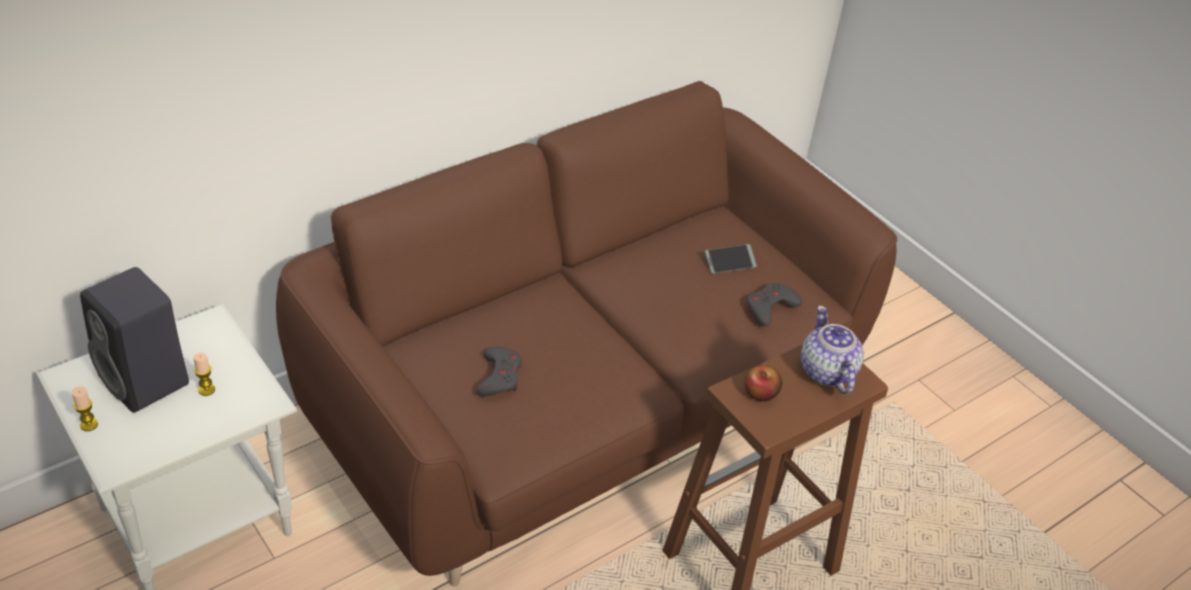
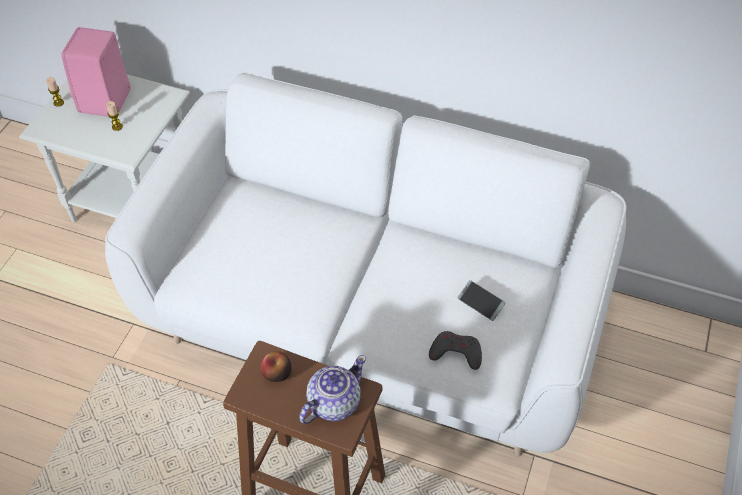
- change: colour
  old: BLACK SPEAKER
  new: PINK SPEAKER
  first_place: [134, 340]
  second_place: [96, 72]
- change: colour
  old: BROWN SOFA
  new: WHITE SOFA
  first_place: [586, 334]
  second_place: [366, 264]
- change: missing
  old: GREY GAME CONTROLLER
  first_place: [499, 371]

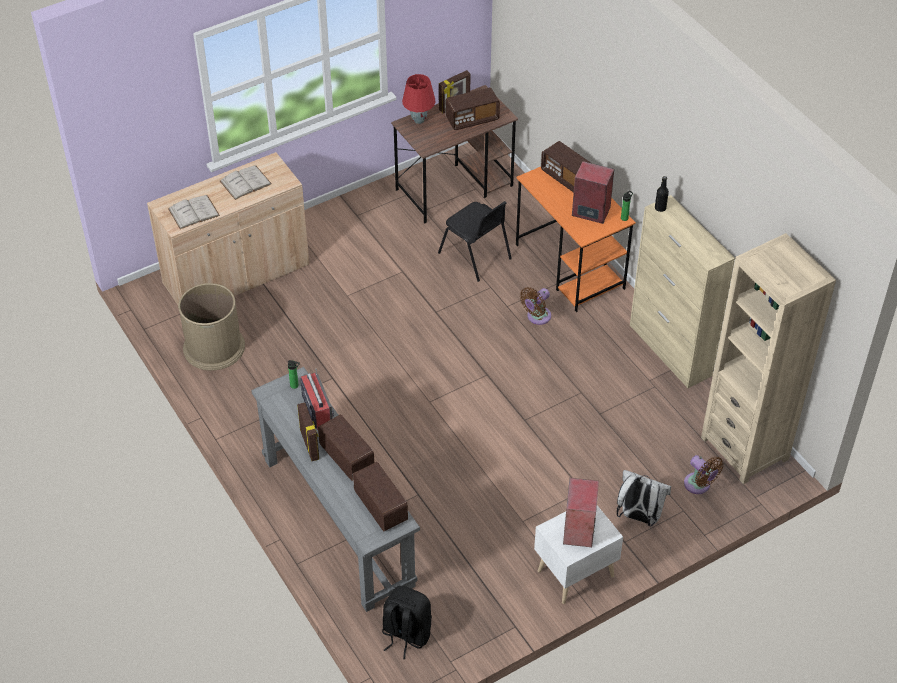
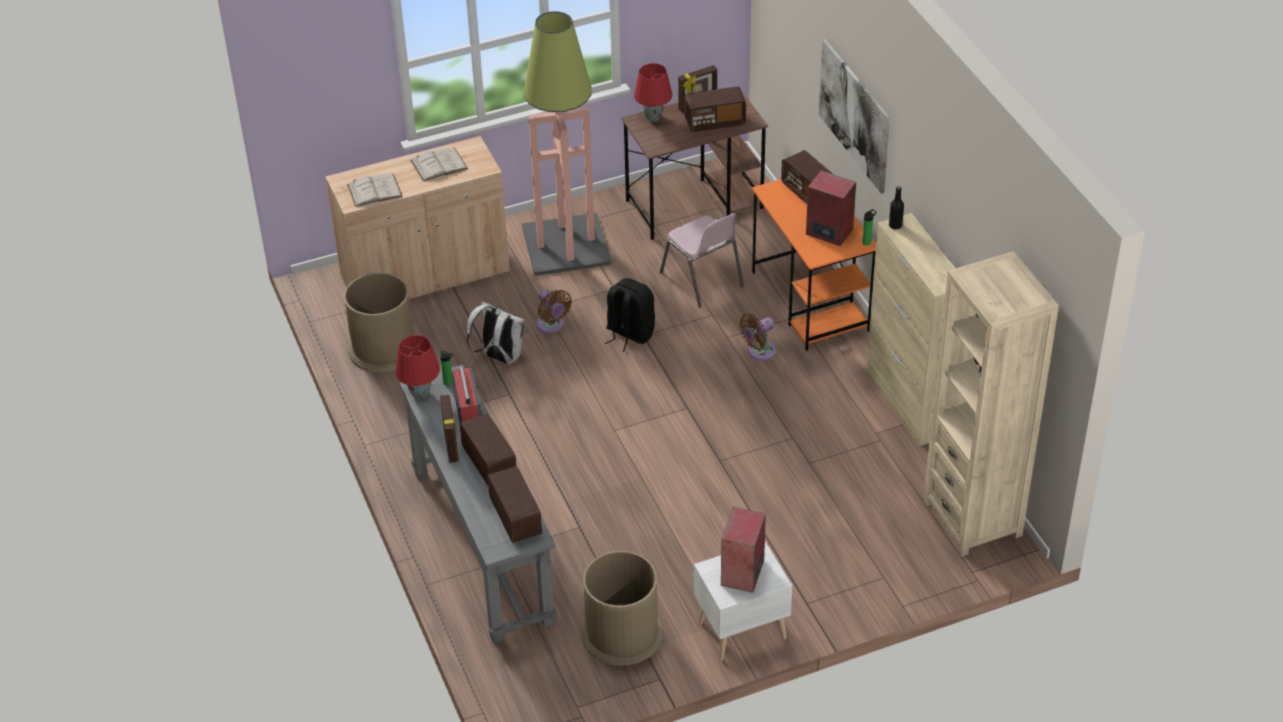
- change: relocated
  old: BLACK BACKPACK
  first_place: [407, 622]
  second_place: [630, 315]
- change: colour
  old: BLACK CHAIR
  new: PINK CHAIR
  first_place: [475, 241]
  second_place: [702, 260]
- change: relocated
  old: WHITE BACKPACK
  first_place: [644, 498]
  second_place: [496, 333]
- change: relocated
  old: BROWN FAN
  first_place: [703, 474]
  second_place: [554, 311]
- change: appeared
  new: RED TABLE LAMP
  second_place: [417, 367]
- change: appeared
  new: FLOOR LAMP
  second_place: [566, 143]
- change: appeared
  new: BROWN TRASH CAN
  second_place: [622, 608]
- change: appeared
  new: PICTURE
  second_place: [854, 116]

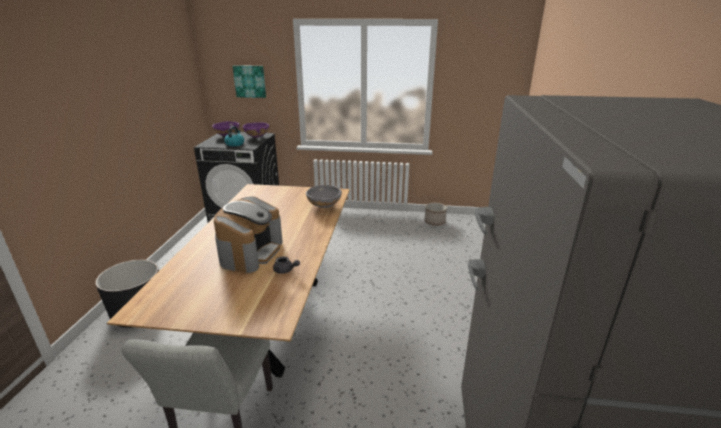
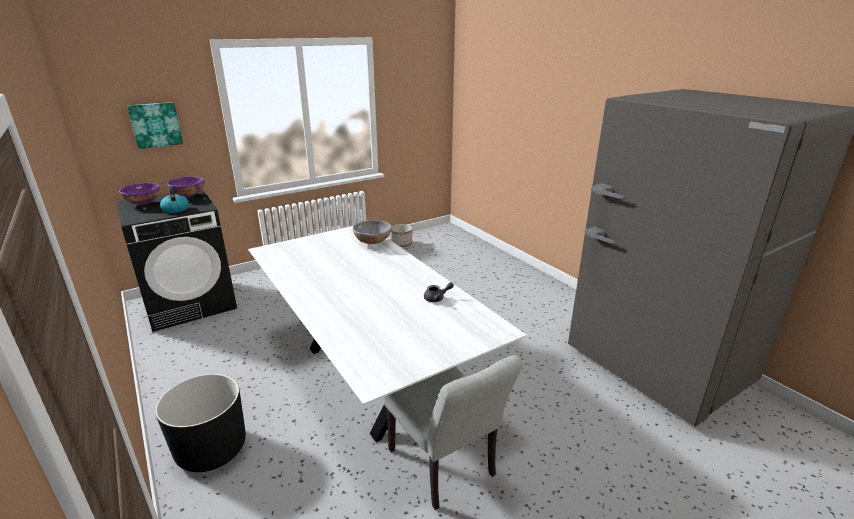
- change: colour
  old: BROWN DINING TABLE
  new: WHITE DINING TABLE
  first_place: [228, 280]
  second_place: [387, 334]
- change: missing
  old: COFFEE MACHINE
  first_place: [248, 235]

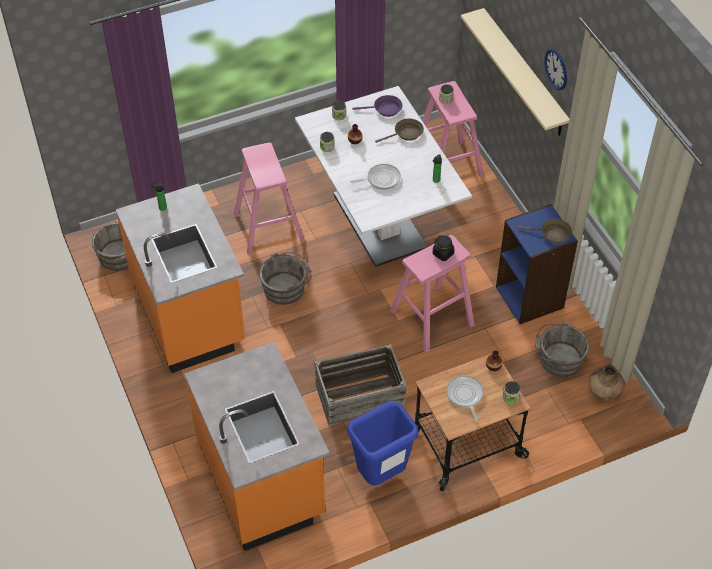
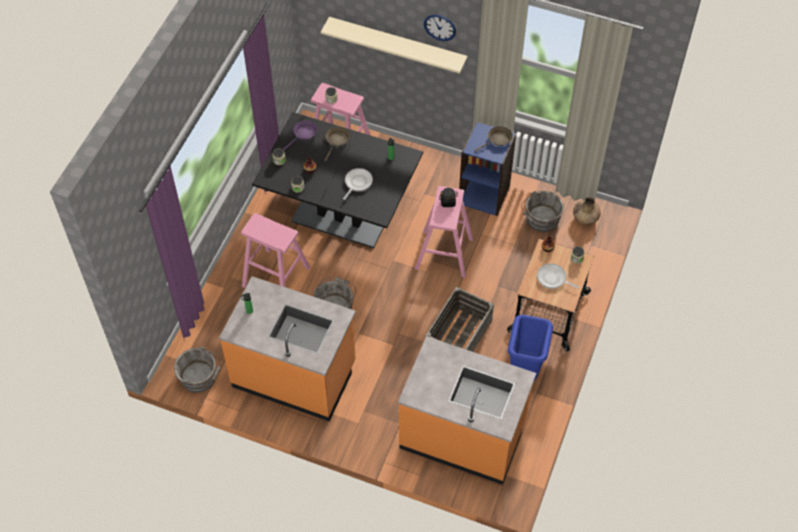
- change: colour
  old: WHITE DINING TABLE
  new: BLACK DINING TABLE
  first_place: [383, 176]
  second_place: [337, 180]

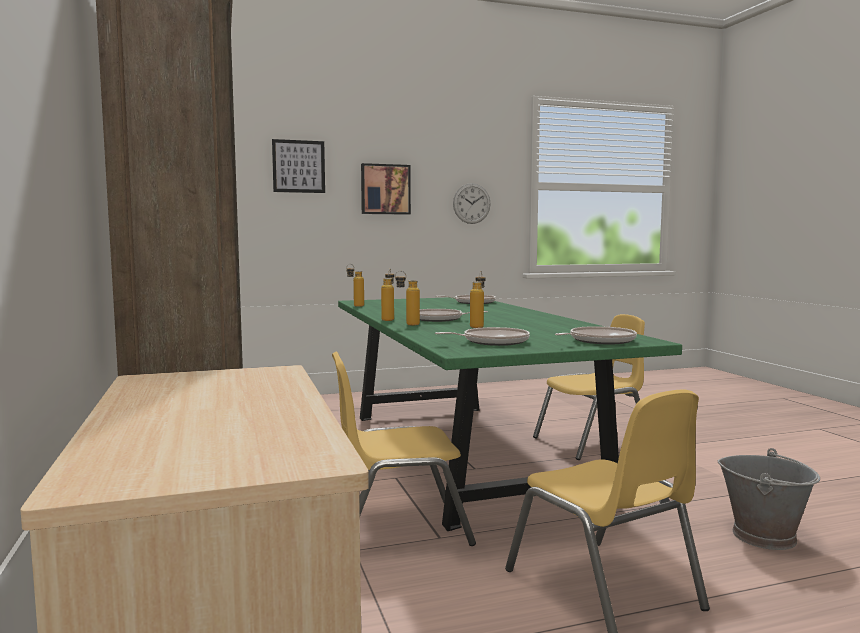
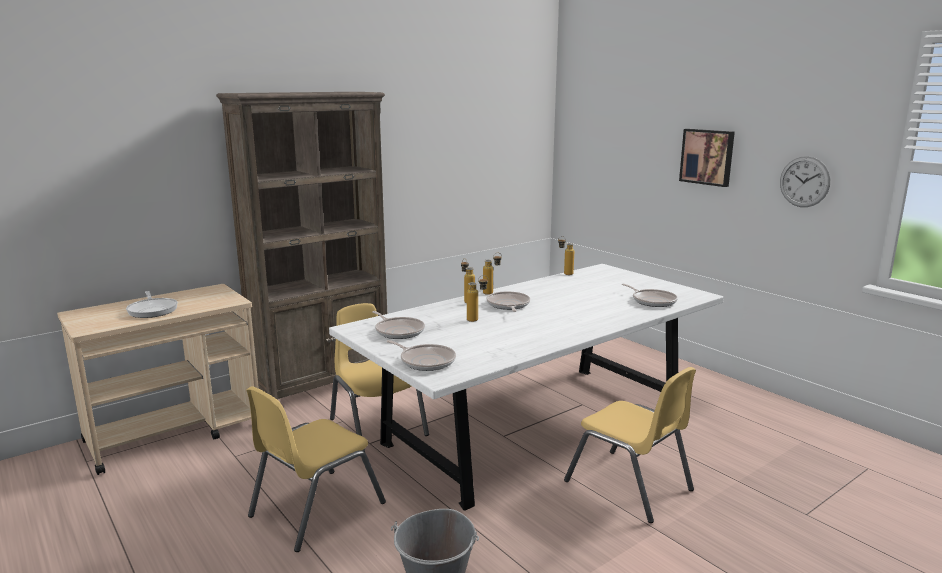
- change: missing
  old: PICTURE
  first_place: [298, 166]
- change: colour
  old: GREEN DINING TABLE
  new: WHITE DINING TABLE
  first_place: [510, 414]
  second_place: [526, 387]
- change: appeared
  new: FRYING PAN
  second_place: [152, 304]

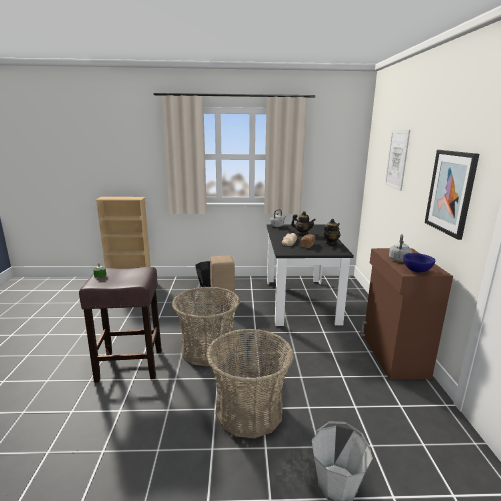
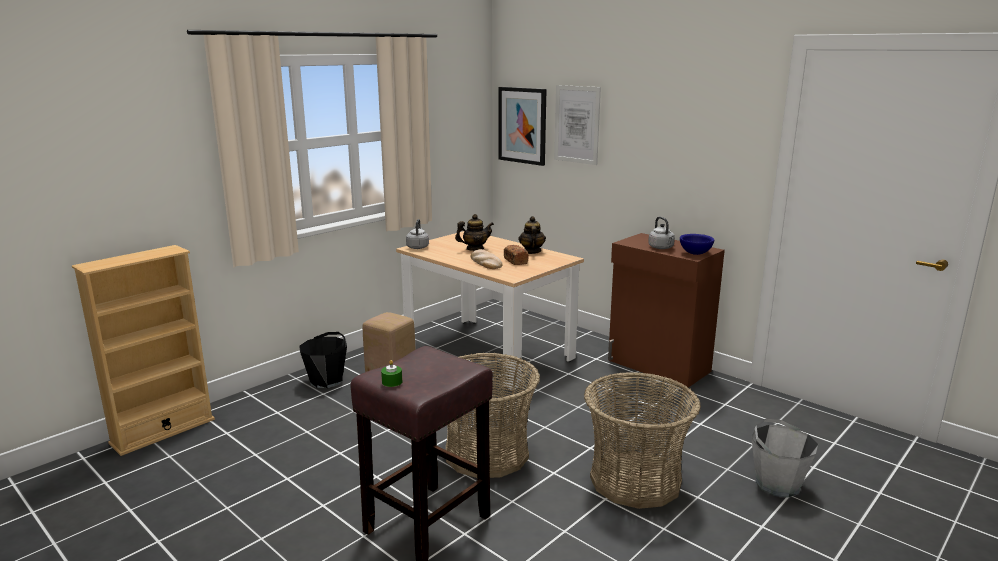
- change: colour
  old: BLACK DINING TABLE
  new: BEIGE DINING TABLE
  first_place: [310, 275]
  second_place: [490, 310]
- change: relocated
  old: PICTURE
  first_place: [452, 195]
  second_place: [522, 126]

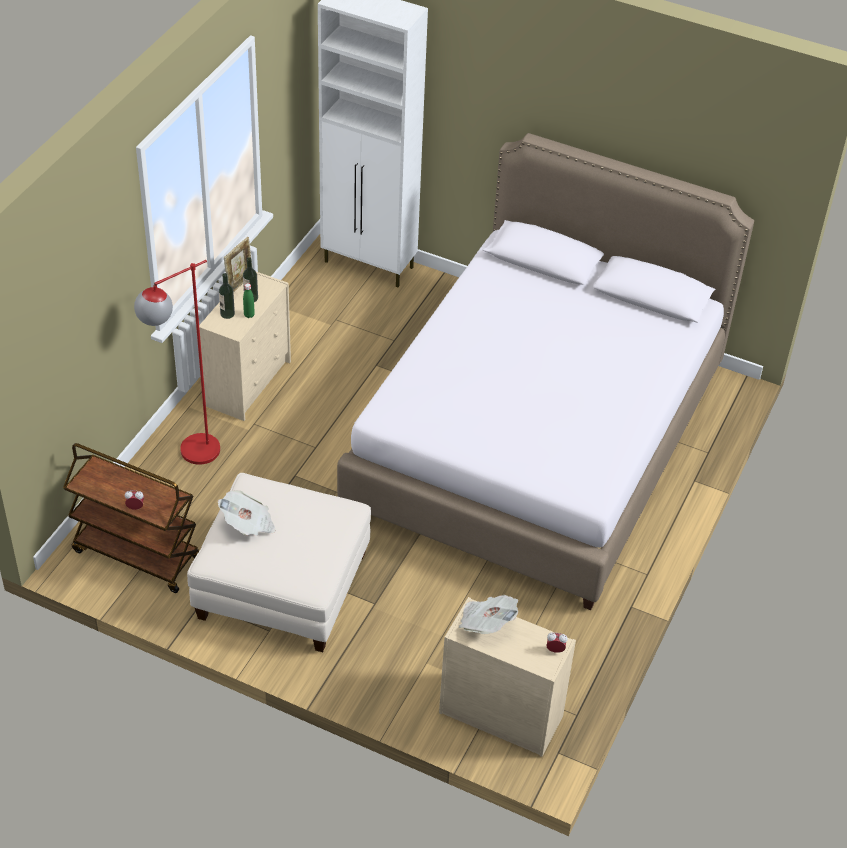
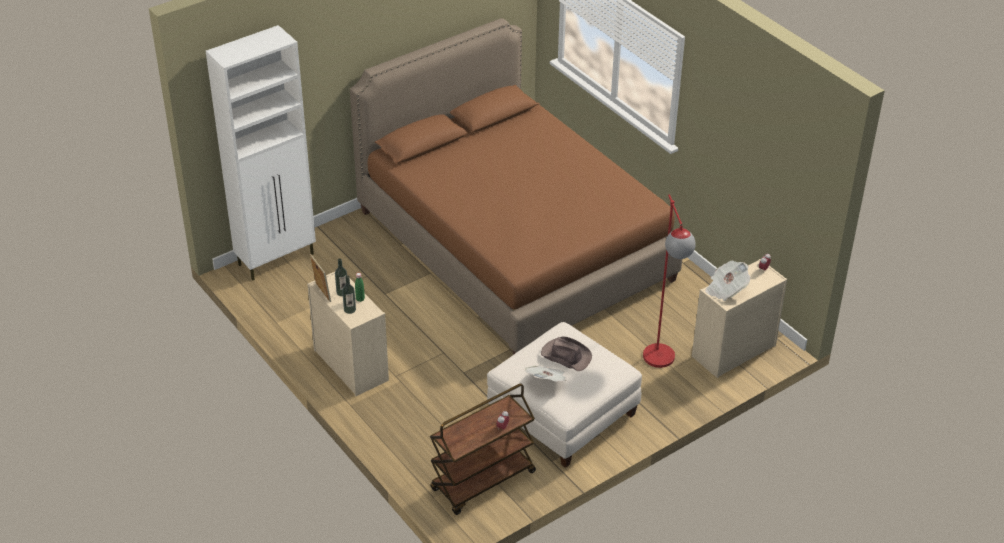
- change: relocated
  old: RED FLOOR LAMP
  first_place: [177, 362]
  second_place: [669, 281]
- change: colour
  old: WHITE BED
  new: BROWN BED
  first_place: [545, 371]
  second_place: [516, 186]
- change: appeared
  new: BROWN HAT
  second_place: [566, 354]

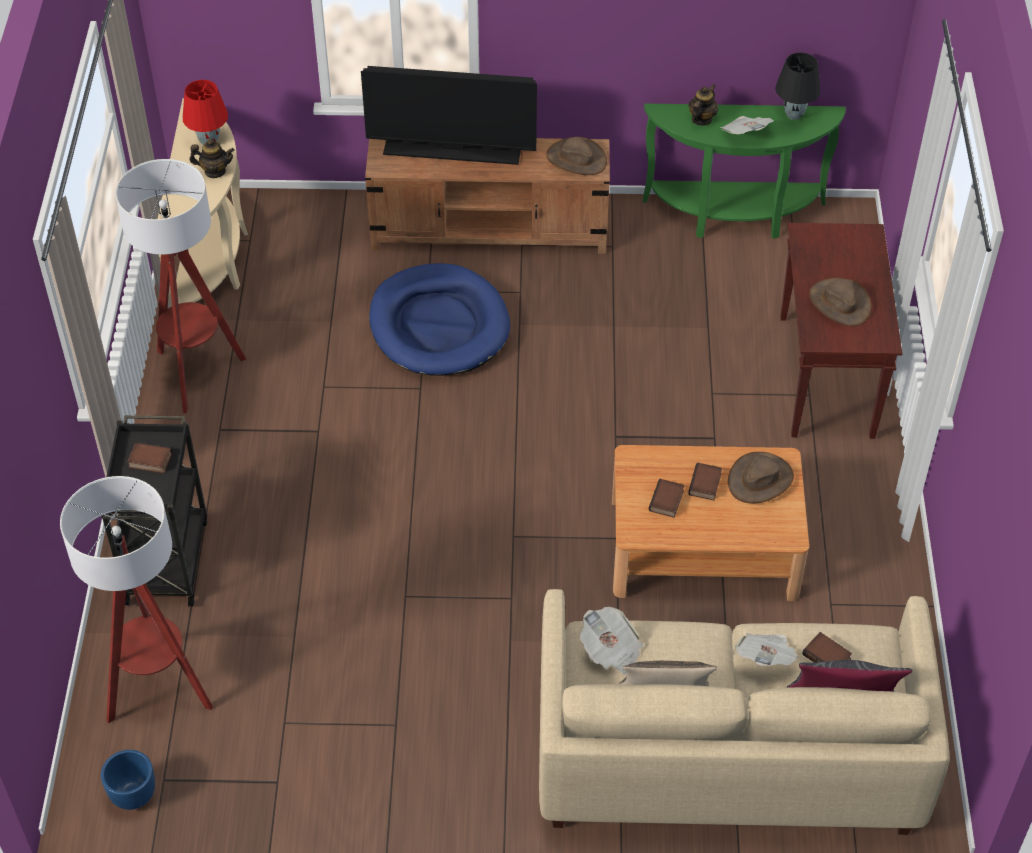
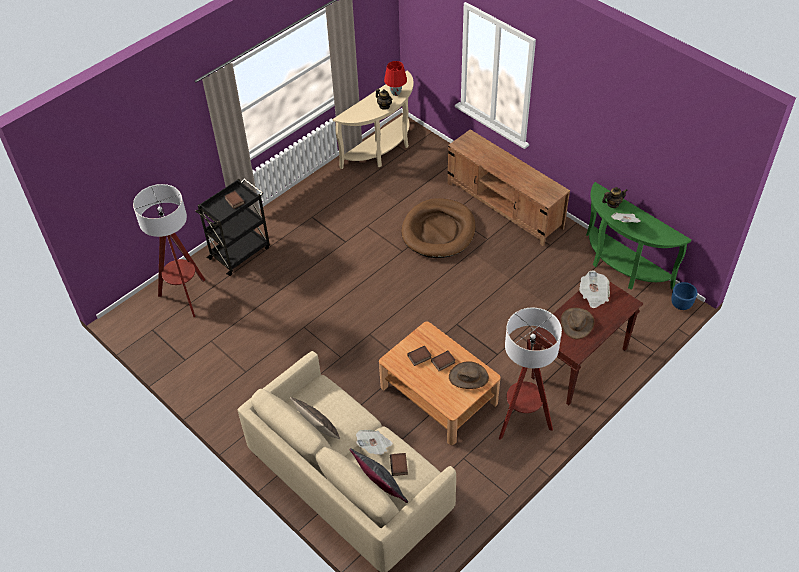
- change: relocated
  old: BLUE PLANTER
  first_place: [128, 780]
  second_place: [684, 296]
- change: relocated
  old: FLOOR LAMP
  first_place: [180, 286]
  second_place: [530, 373]
- change: missing
  old: TELEVISION
  first_place: [449, 115]
- change: colour
  old: BLUE DOG BED
  new: BROWN DOG BED
  first_place: [439, 319]
  second_place: [438, 228]
- change: missing
  old: BROWN HAT
  first_place: [576, 156]
- change: relocated
  old: NEWSPAPER
  first_place: [611, 641]
  second_place: [594, 289]
- change: missing
  old: BLACK TABLE LAMP
  first_place: [798, 86]

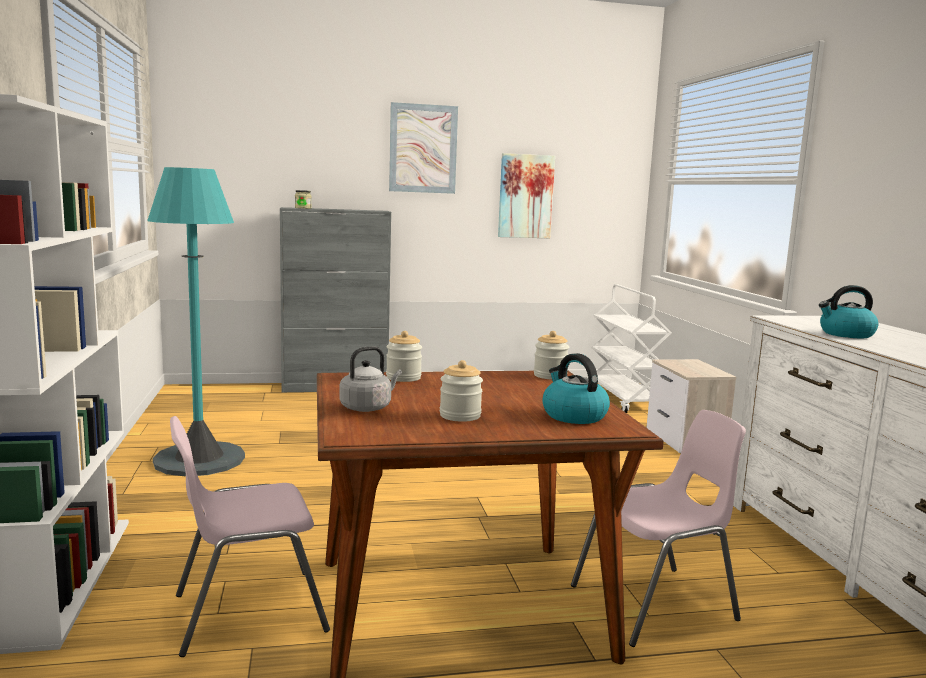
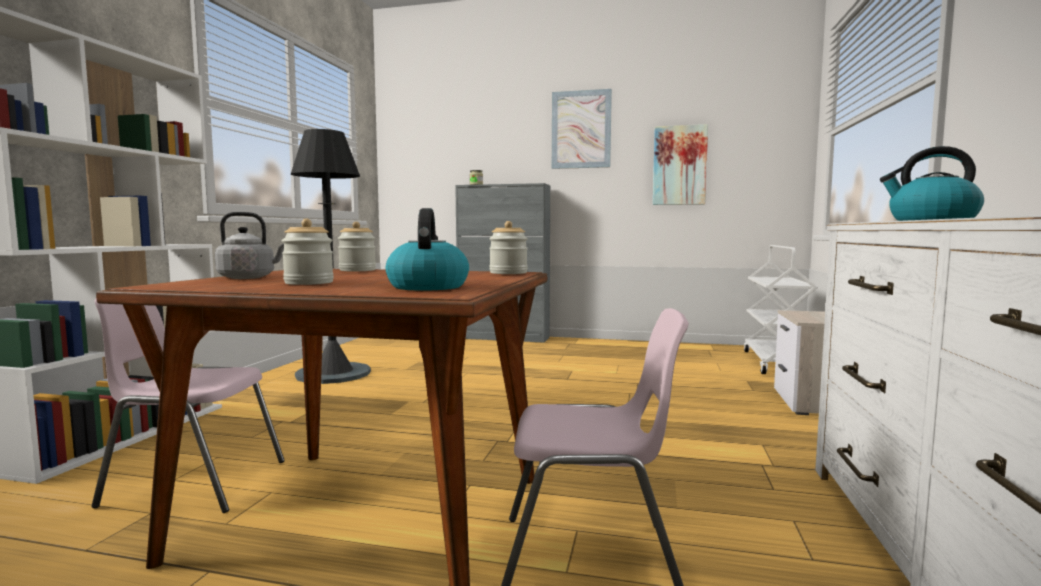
- change: colour
  old: TURQUOISE FLOOR LAMP
  new: BLACK FLOOR LAMP
  first_place: [196, 322]
  second_place: [331, 256]

